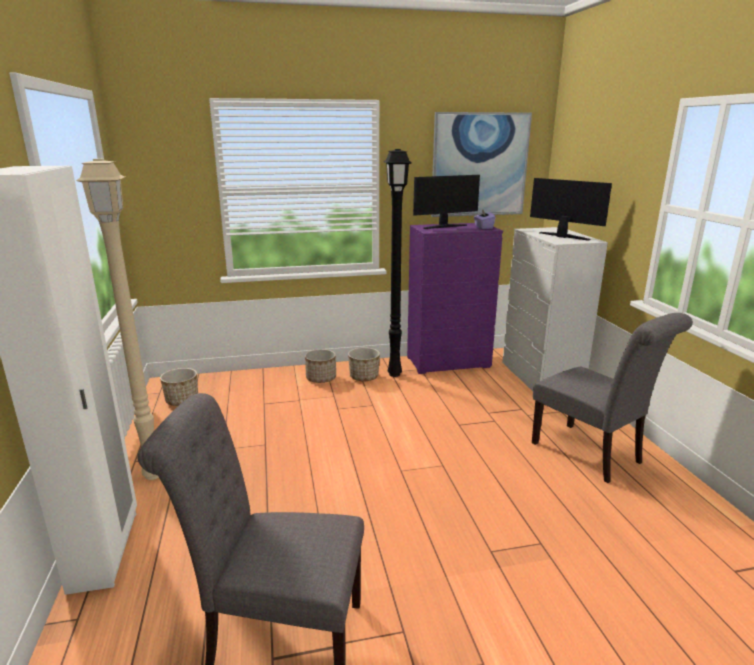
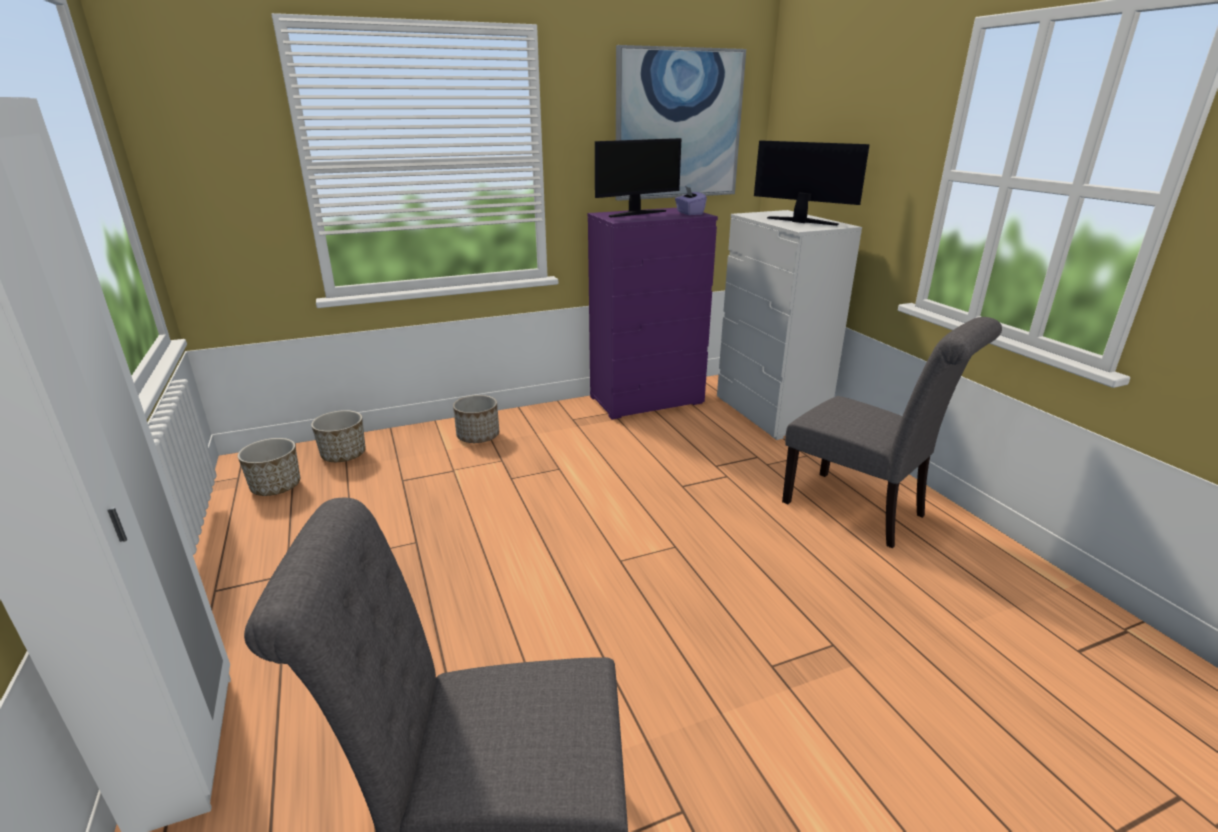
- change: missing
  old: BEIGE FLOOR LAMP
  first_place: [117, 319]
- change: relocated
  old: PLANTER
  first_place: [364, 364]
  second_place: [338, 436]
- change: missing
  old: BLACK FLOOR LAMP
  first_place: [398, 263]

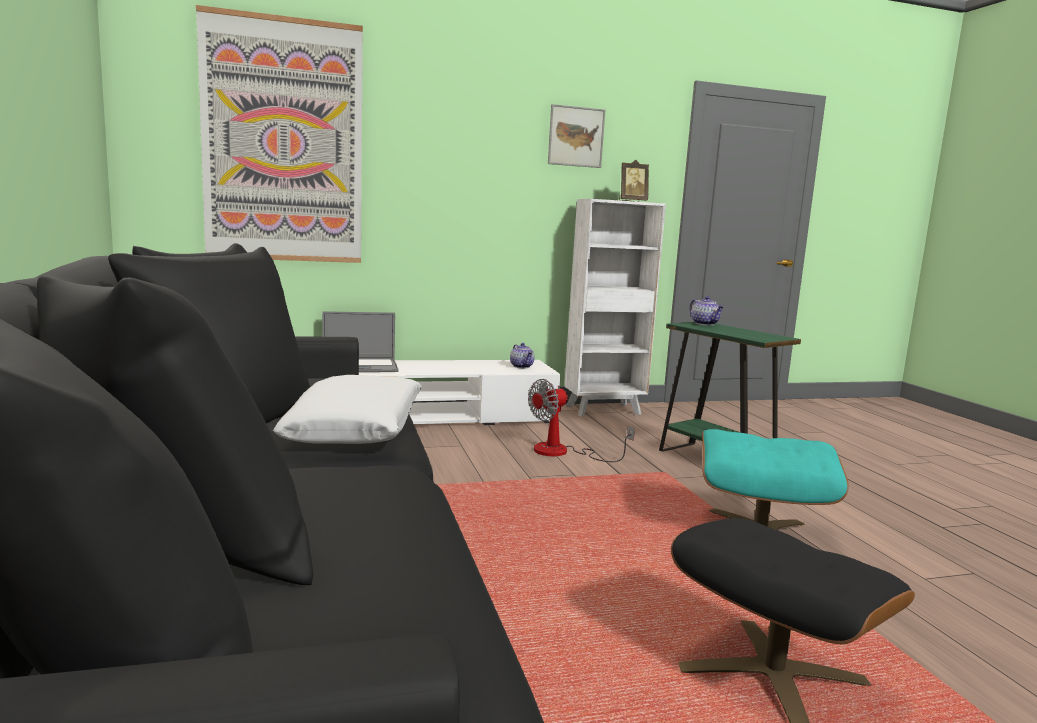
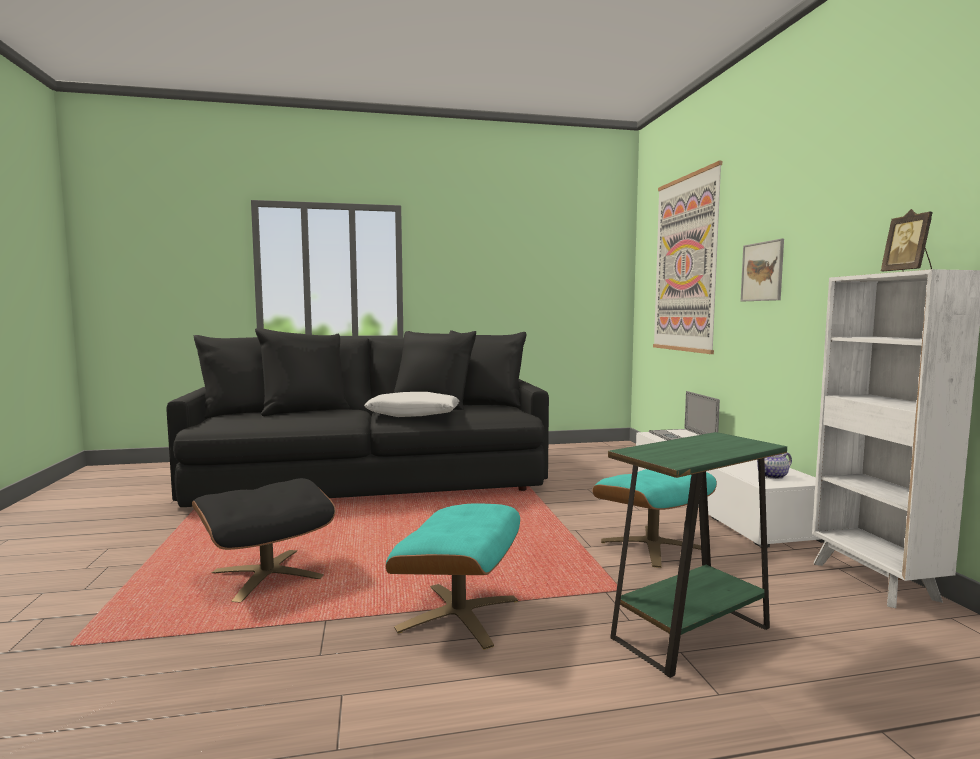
- change: exchanged
  old: FAN
  new: TURQUOISE OTTOMAN
  first_place: [581, 420]
  second_place: [654, 518]
- change: relocated
  old: PICTURE
  first_place: [576, 136]
  second_place: [762, 270]
- change: missing
  old: TEAPOT
  first_place: [707, 311]

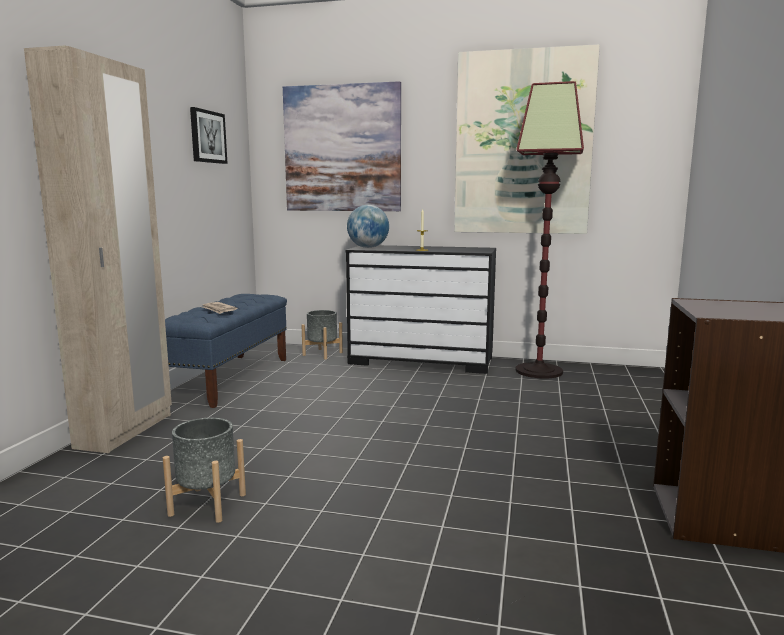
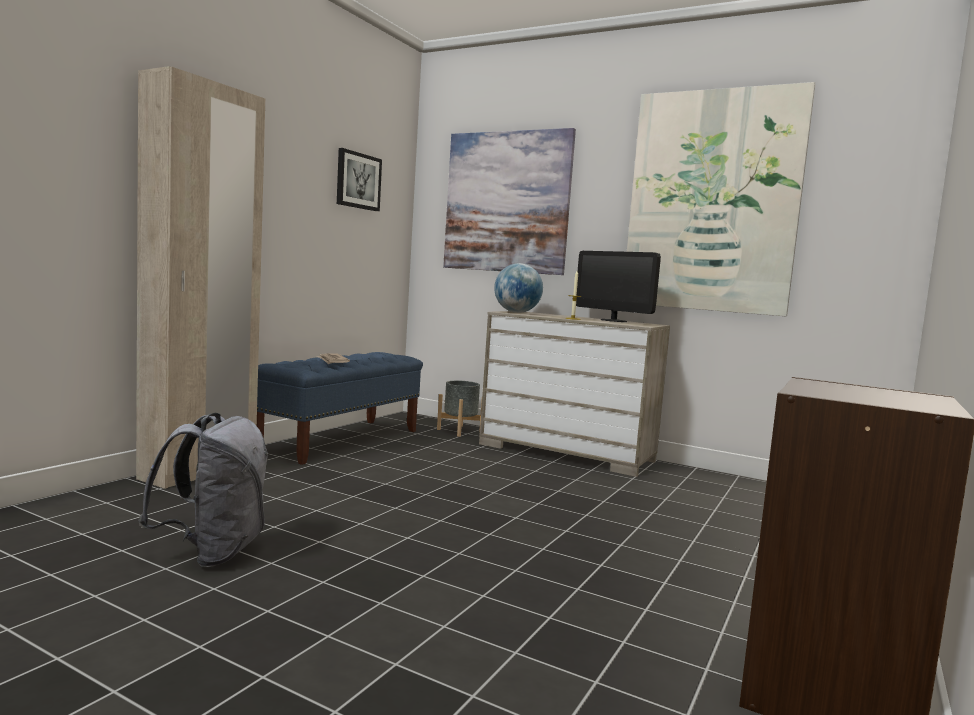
- change: exchanged
  old: GREY PLANTER
  new: GREY BACKPACK
  first_place: [204, 470]
  second_place: [203, 490]
- change: colour
  old: BLACK DRESSER
  new: BEIGE DRESSER
  first_place: [421, 309]
  second_place: [574, 394]
- change: missing
  old: FLOOR LAMP
  first_place: [549, 230]
- change: appeared
  new: MONITOR
  second_place: [618, 286]

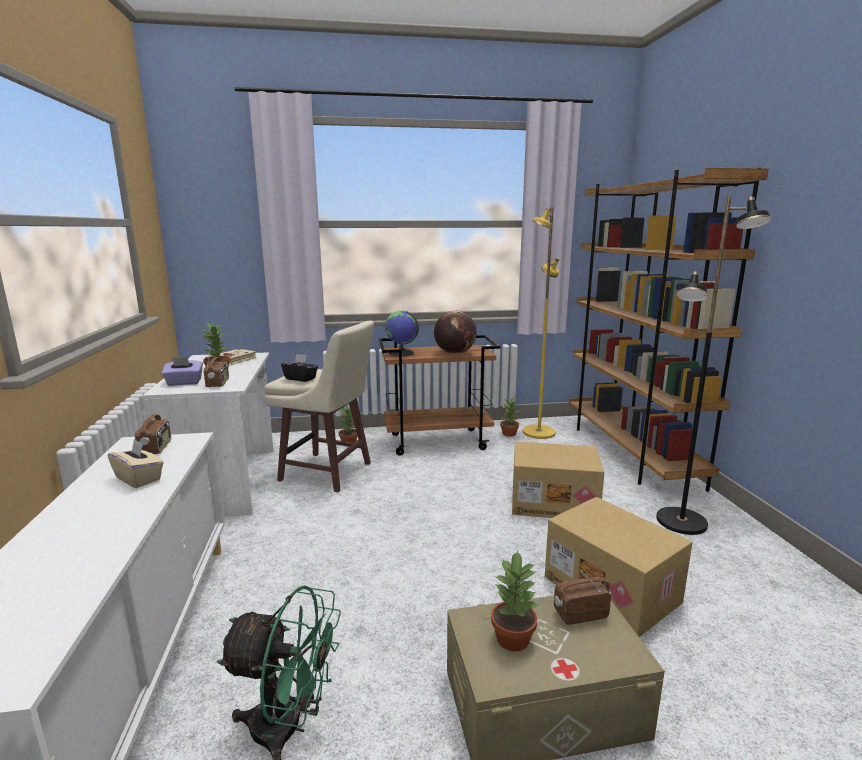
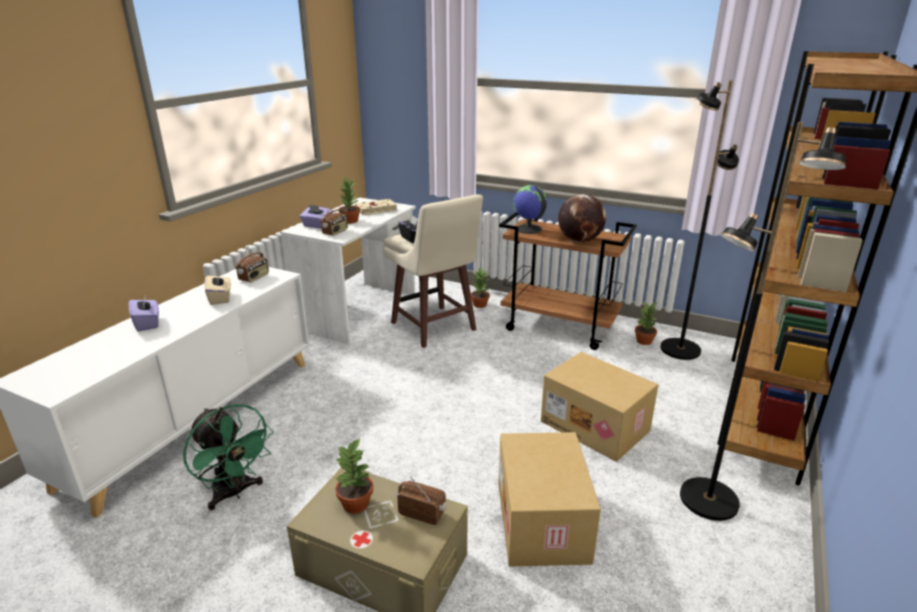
- change: colour
  old: YELLOW FLOOR LAMP
  new: BLACK FLOOR LAMP
  first_place: [541, 323]
  second_place: [699, 220]
- change: appeared
  new: PURPLE TISSUE BOX
  second_place: [144, 312]

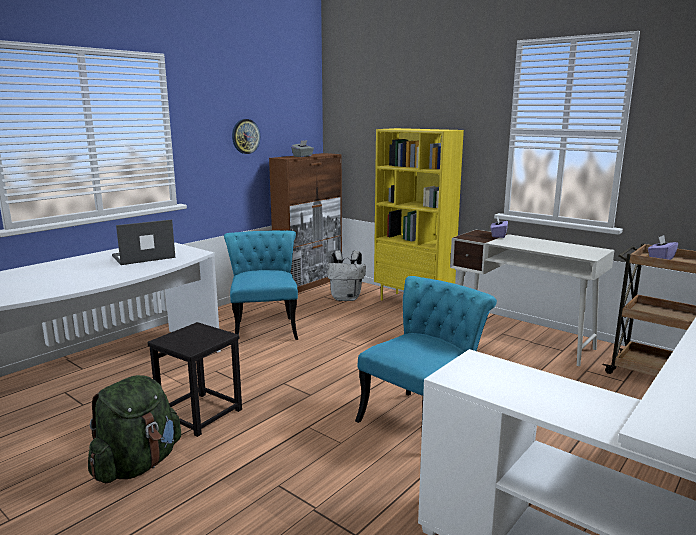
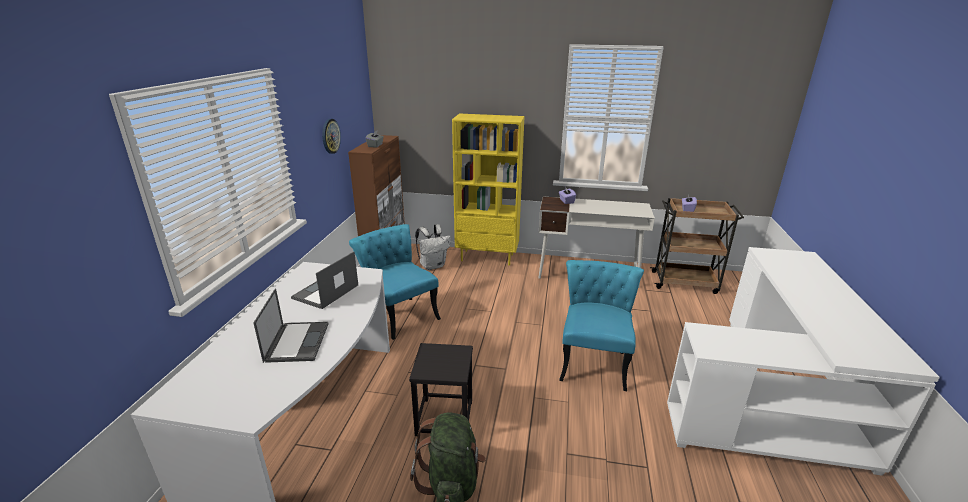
- change: appeared
  new: LAPTOP
  second_place: [290, 325]

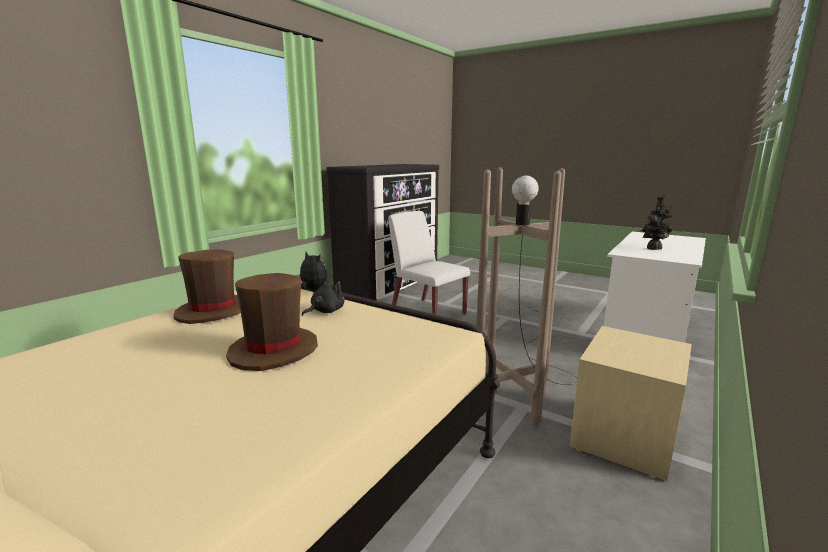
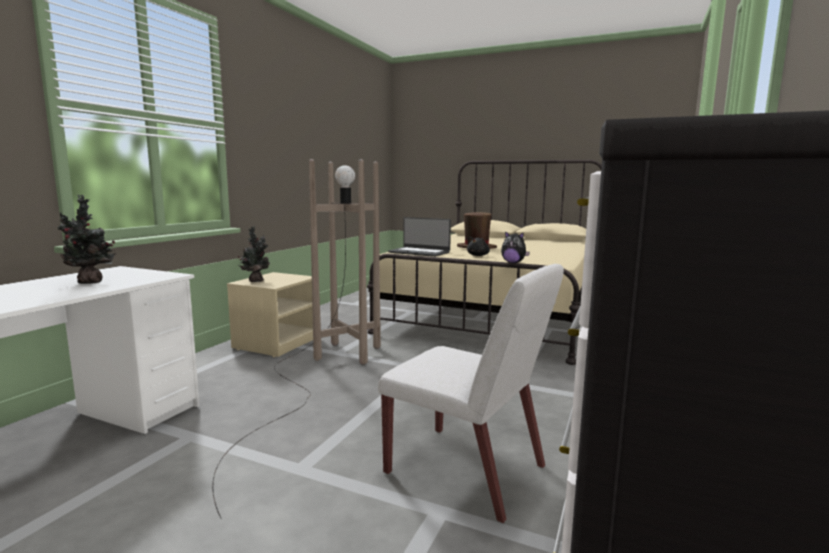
- change: missing
  old: BROWN HAT
  first_place: [207, 286]
- change: appeared
  new: POTTED PLANT
  second_place: [254, 254]
- change: appeared
  new: LAPTOP
  second_place: [419, 237]

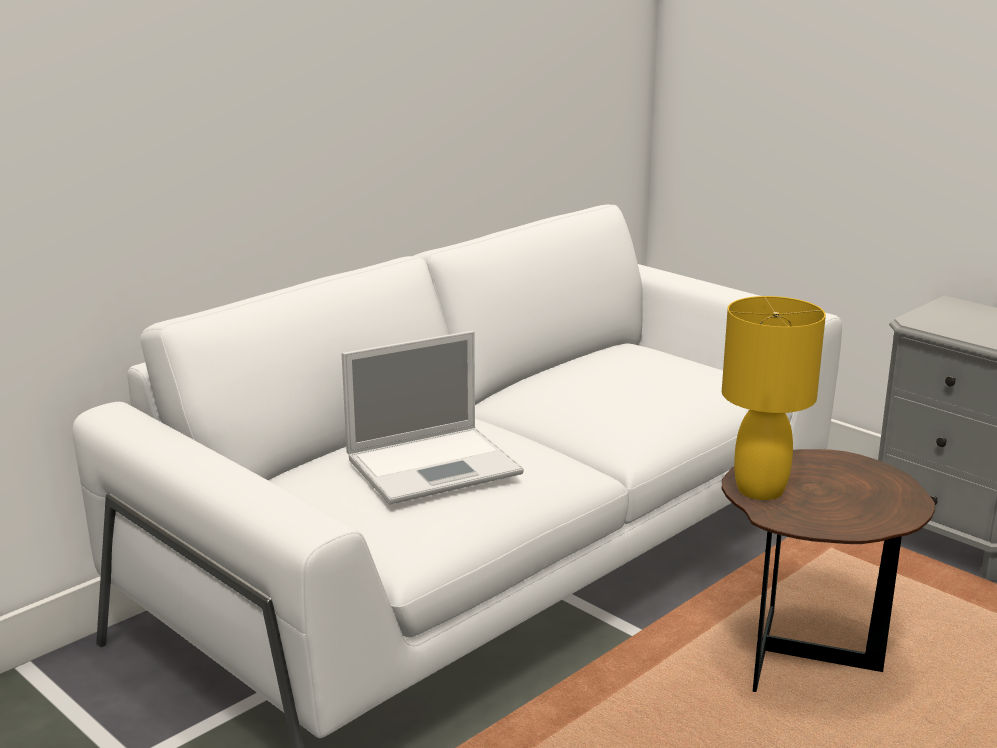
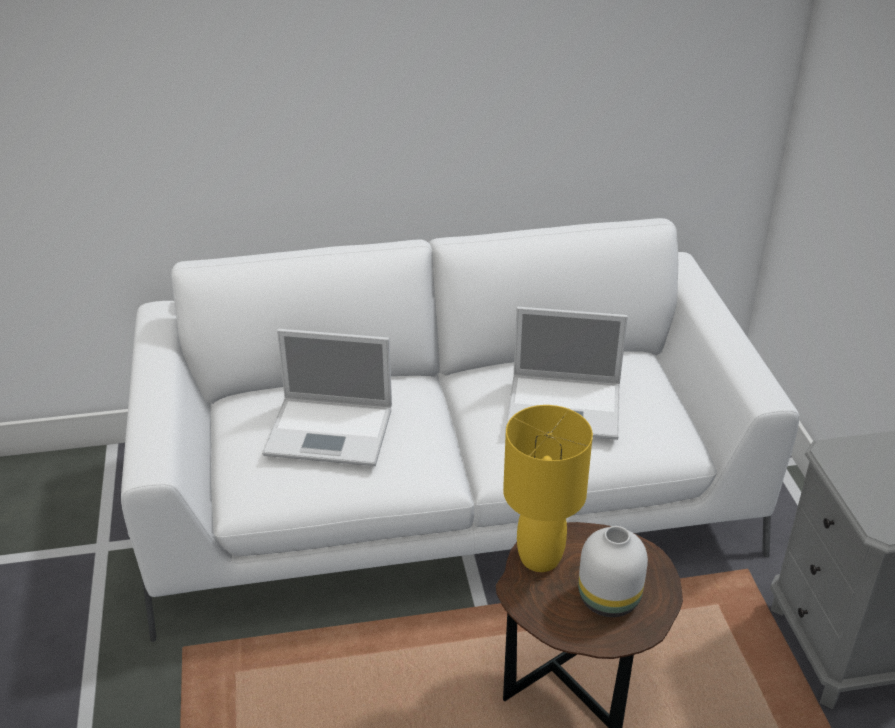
- change: appeared
  new: LAPTOP
  second_place: [567, 373]
- change: appeared
  new: WHITE VASE
  second_place: [613, 571]

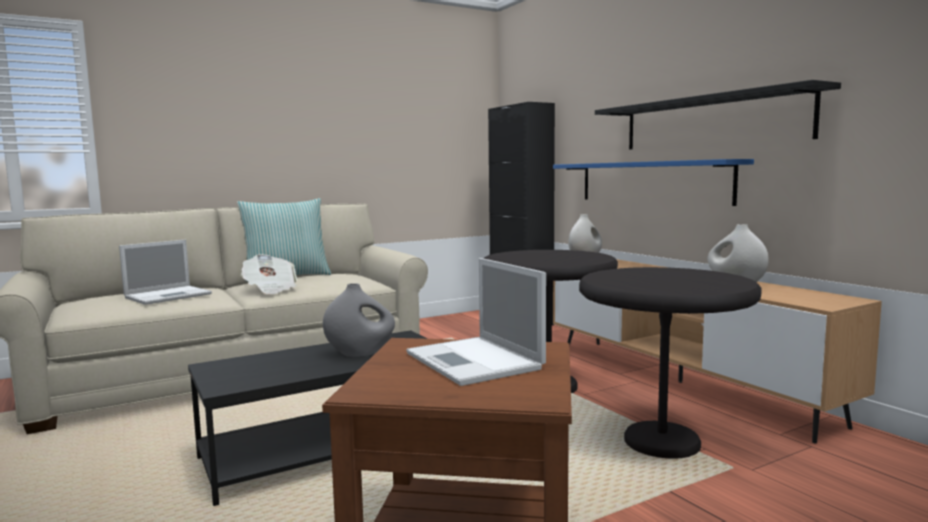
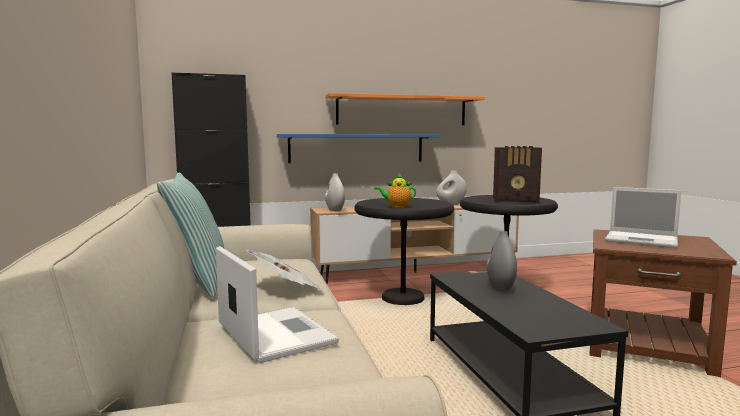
- change: spun
  old: LAPTOP
  first_place: [476, 322]
  second_place: [643, 217]
  degrees: 45
- change: colour
  old: BLACK SHELF
  new: ORANGE SHELF
  first_place: [718, 114]
  second_place: [405, 109]
- change: appeared
  new: TEAPOT
  second_place: [395, 191]
- change: appeared
  new: RADIO
  second_place: [517, 174]

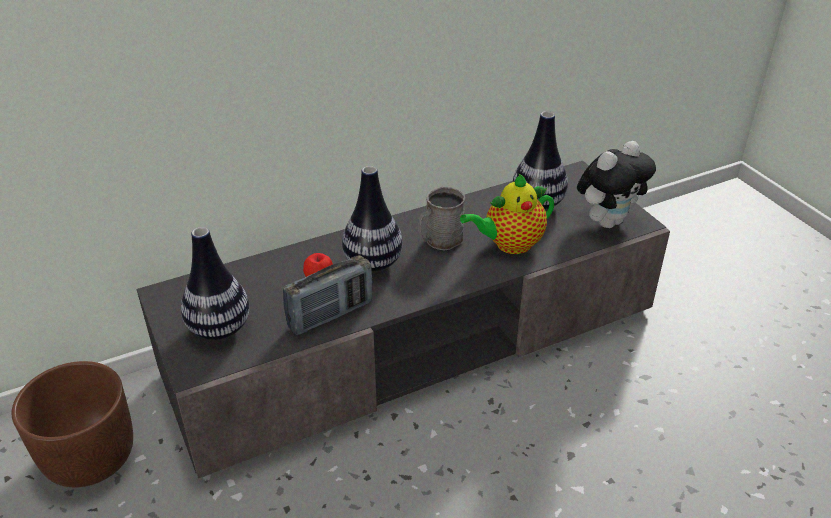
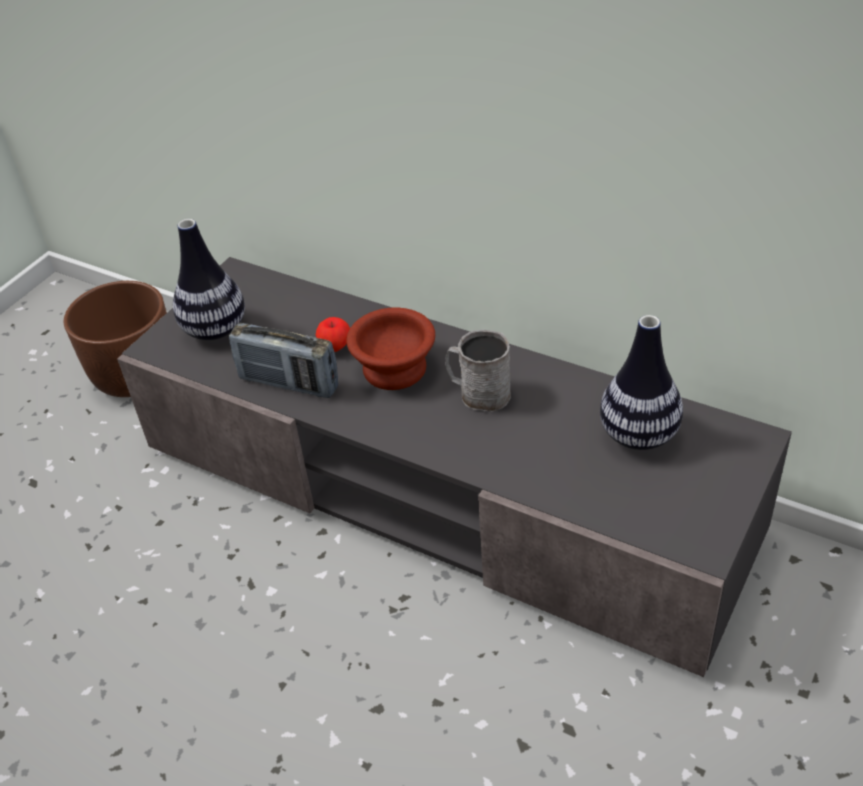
- change: exchanged
  old: VASE
  new: BROWN BOWL
  first_place: [372, 218]
  second_place: [390, 349]
- change: missing
  old: TEAPOT
  first_place: [507, 213]
- change: missing
  old: PLUSH TOY
  first_place: [616, 184]

